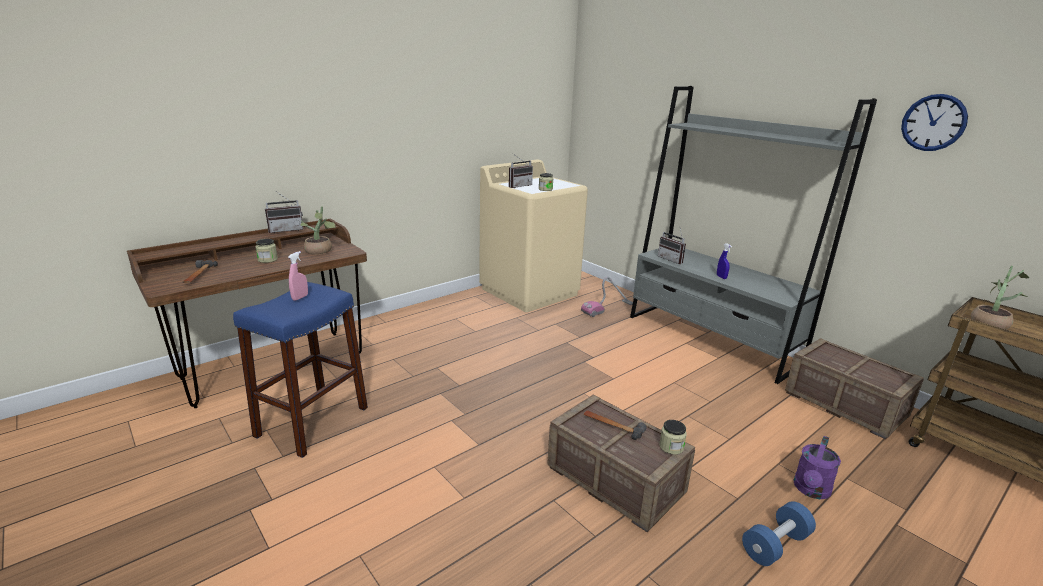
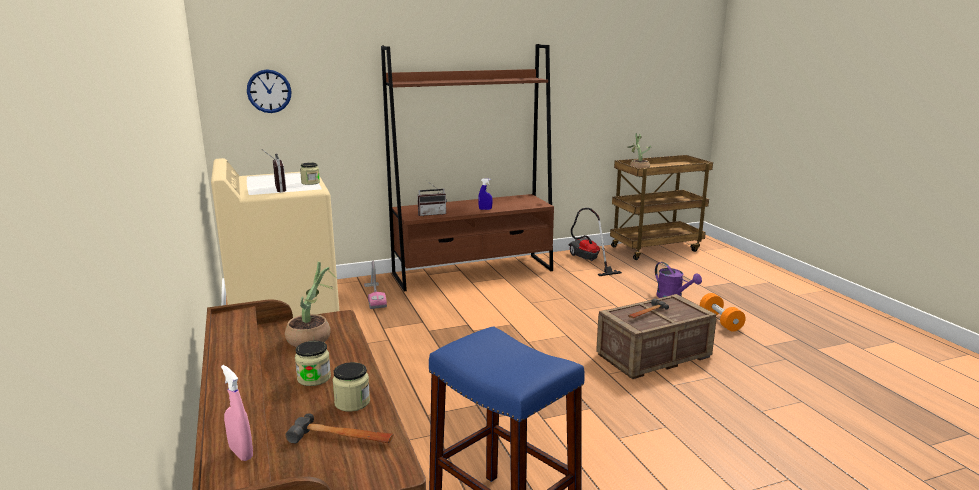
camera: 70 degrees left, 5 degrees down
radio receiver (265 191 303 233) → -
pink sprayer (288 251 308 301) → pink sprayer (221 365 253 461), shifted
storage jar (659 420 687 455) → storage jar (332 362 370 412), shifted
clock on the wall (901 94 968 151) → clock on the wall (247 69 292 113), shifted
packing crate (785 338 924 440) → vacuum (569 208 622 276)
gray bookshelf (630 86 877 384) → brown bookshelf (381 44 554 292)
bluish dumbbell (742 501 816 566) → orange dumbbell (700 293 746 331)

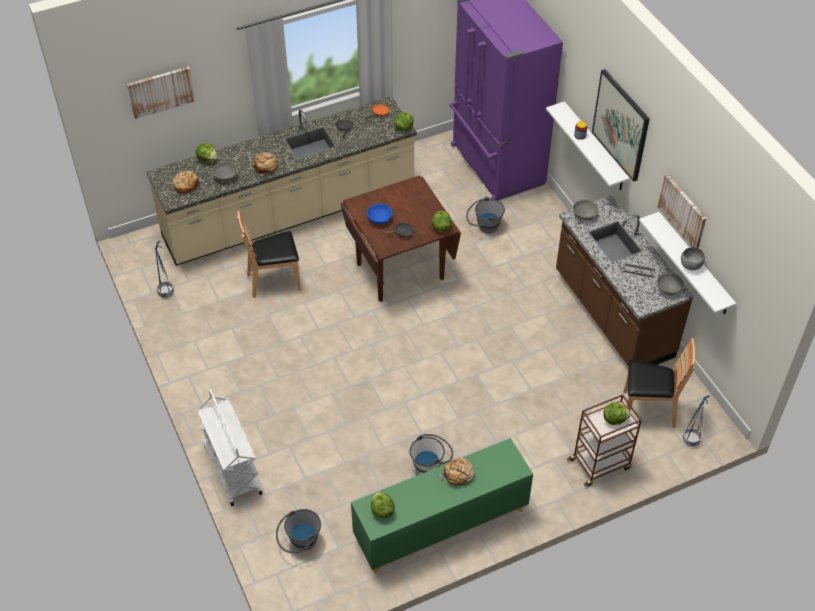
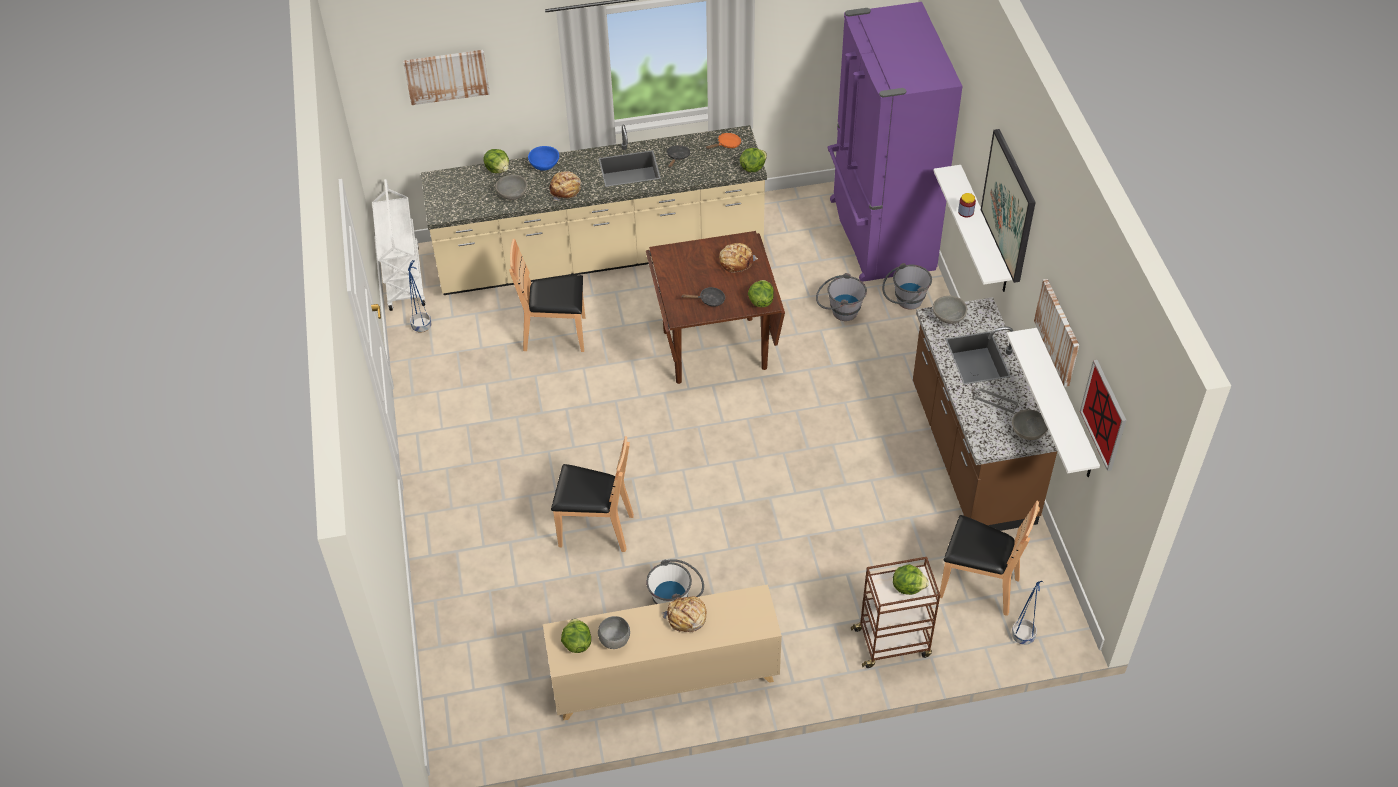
camera: 15 degrees right, 0 degrees up
- → brown chair (551 436 634 552)
- → wall art (1080 360 1126 471)
bakery bread (172 171 203 194) → bakery bread (719 243 758 273), shifted
whitish wheeled cart (197 389 262 506) → whitish wheeled cart (372 179 426 311), shifted
gray water bucket (276 509 321 553) → gray water bucket (882 263 932 310), shifted
bluish serving bowl (367 204 392 224) → bluish serving bowl (528 146 559 171), shifted
gray serving bowl (681 247 705 270) → gray serving bowl (598 616 630 649), shifted
green cabinet (351 438 533 574) → sand-coloured cabinet (543 584 782 721)

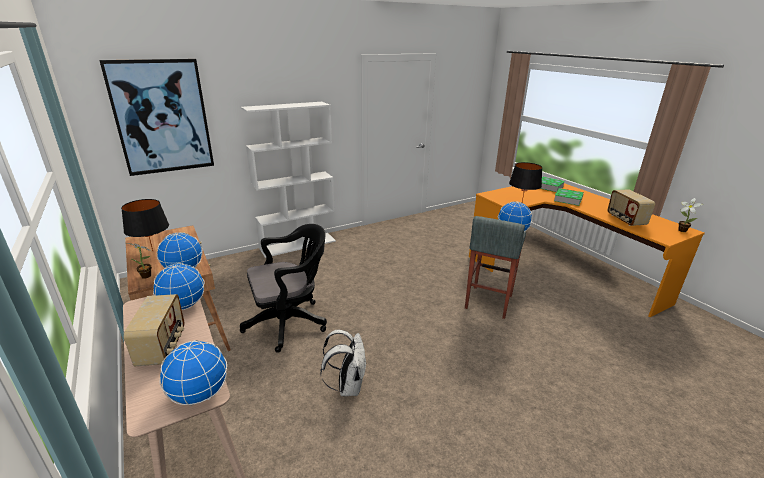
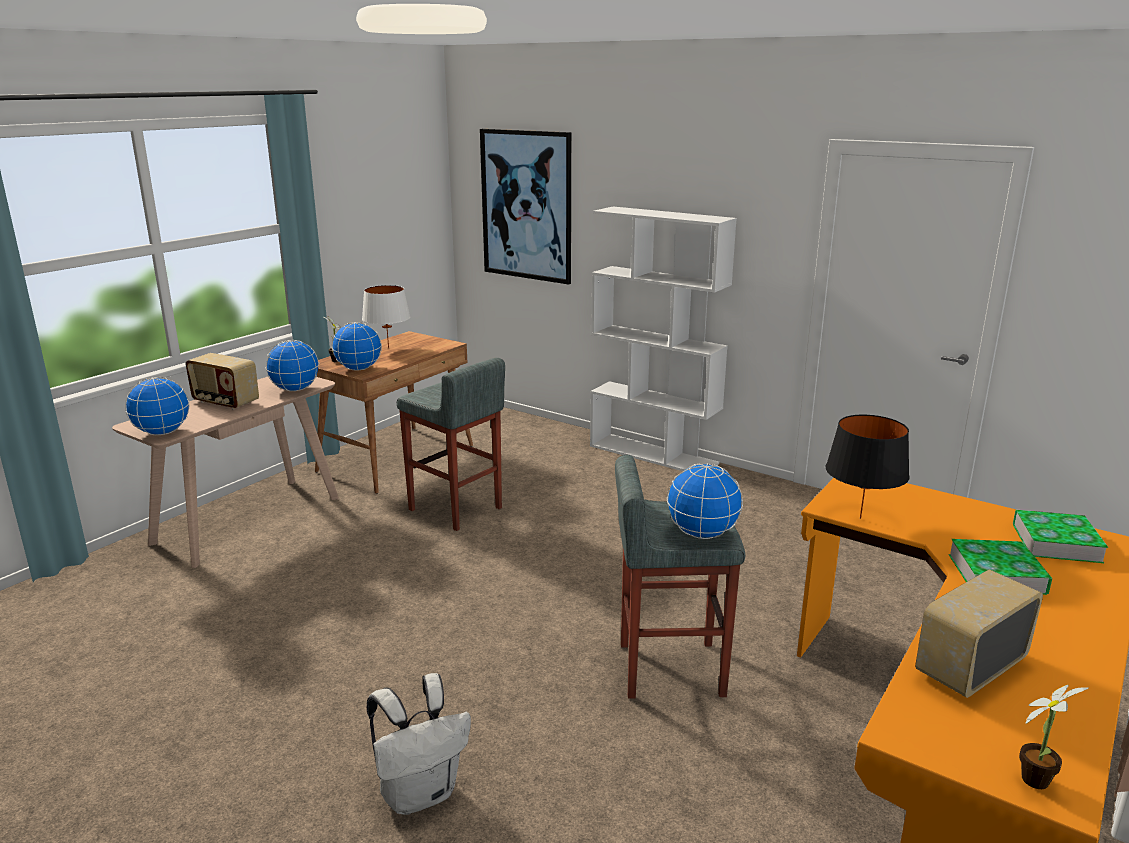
camera: 65 degrees right, 5 degrees down
whitish knapsack (320 330 367 396) → whitish knapsack (367 673 471 815), shifted
black-coloured desk chair (240 224 327 353) → gray stool seat (397 358 505 531)
black-coloured lamp for a table (121 199 169 251) → whitish lamp for a table (362 285 410 348)
radio receiver (124 294 184 366) → radio receiver (185 353 259 410), 60 degrees clockwise

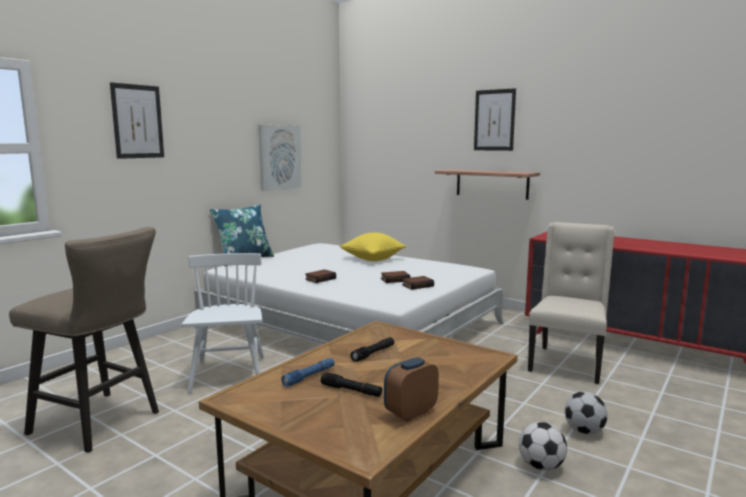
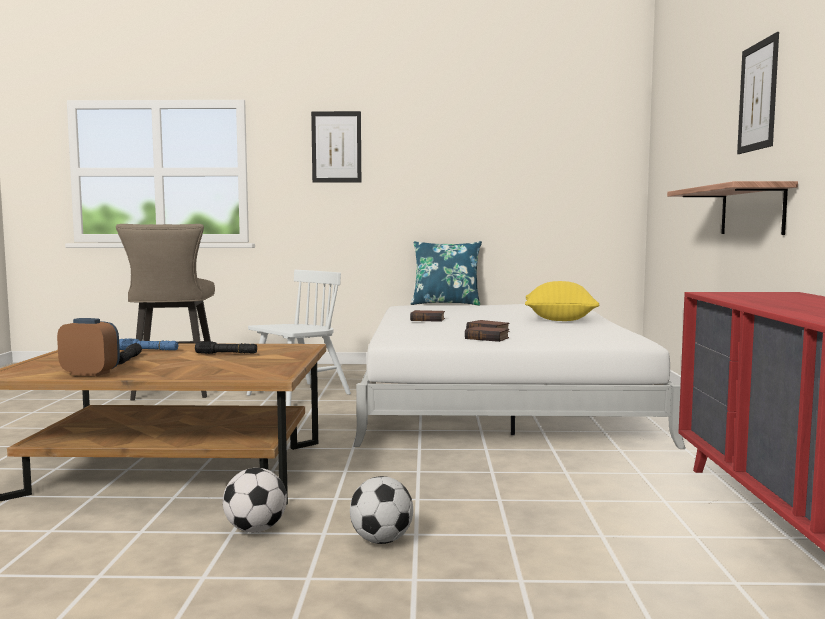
camera: 55 degrees right, 5 degrees down
wall art (258 125 302 191) → -
sand-coloured chair (528 222 615 384) → -

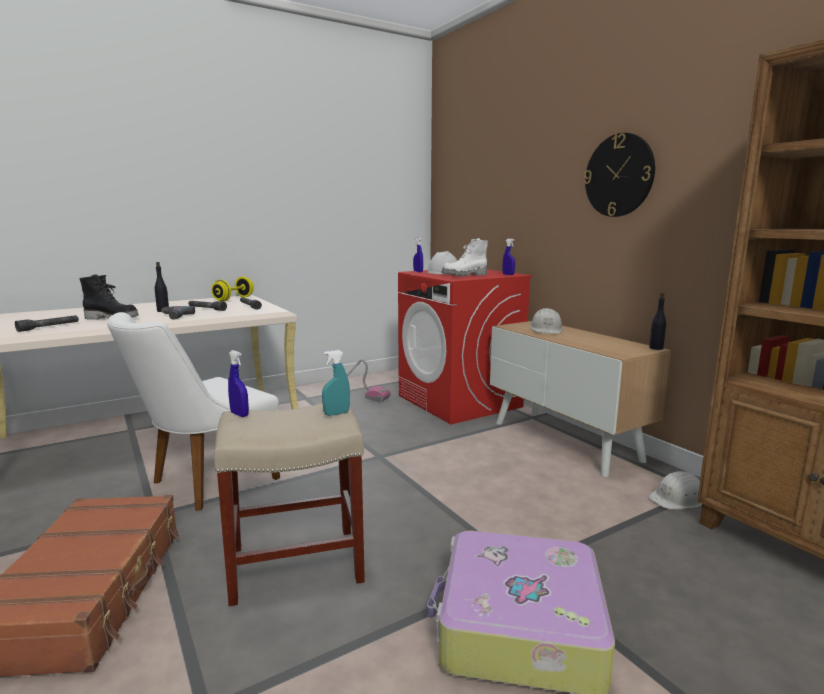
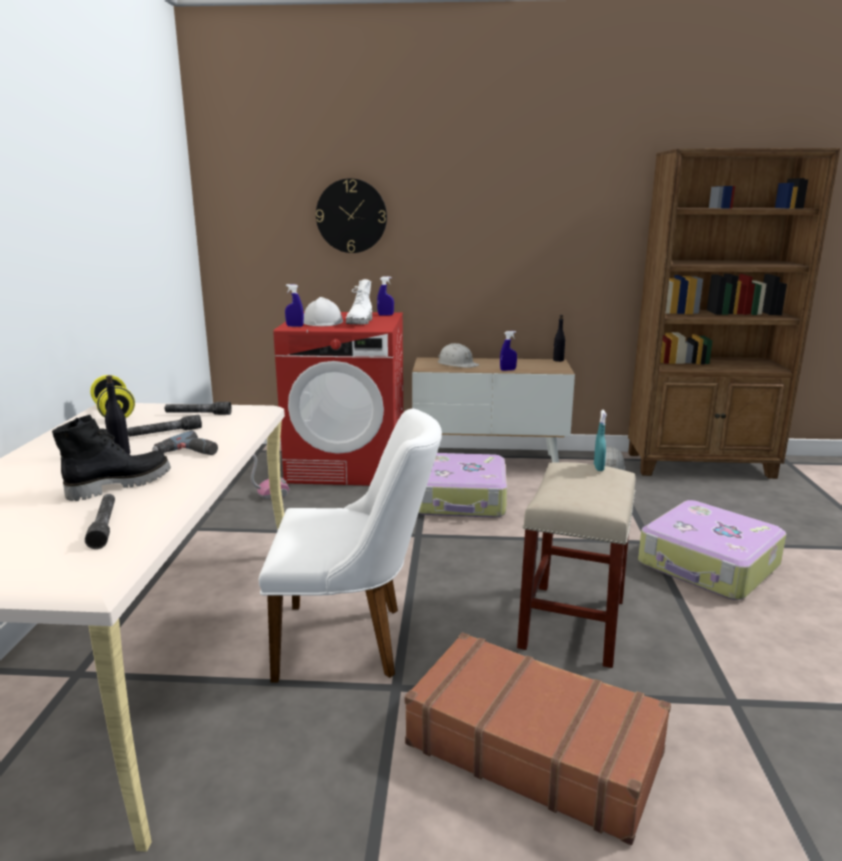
camera: 55 degrees left, 5 degrees up
- → piece of luggage (419 453 507 518)
bluish sprayer (228 350 249 417) → bluish sprayer (500 331 517 371), shifted
clock on the wall (584 133 655 217) → clock on the wall (316 178 387 253), shifted
whitish chair (107 312 280 511) → whitish chair (258 409 442 683), 75 degrees counterclockwise

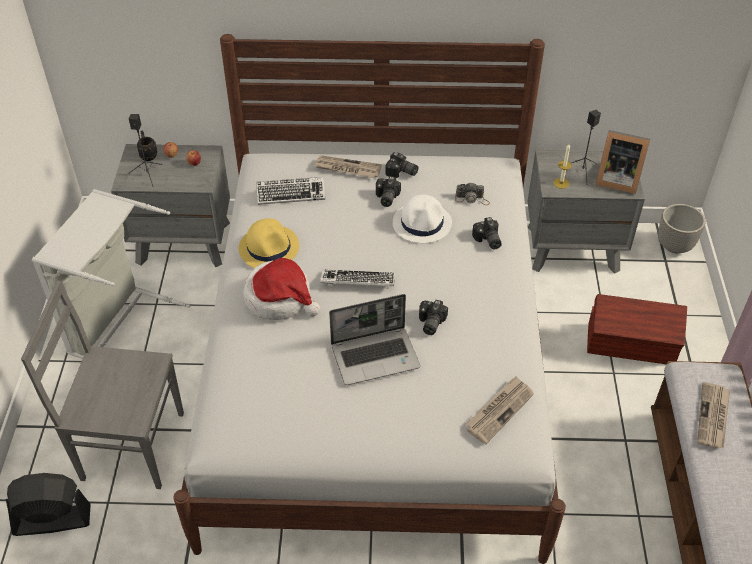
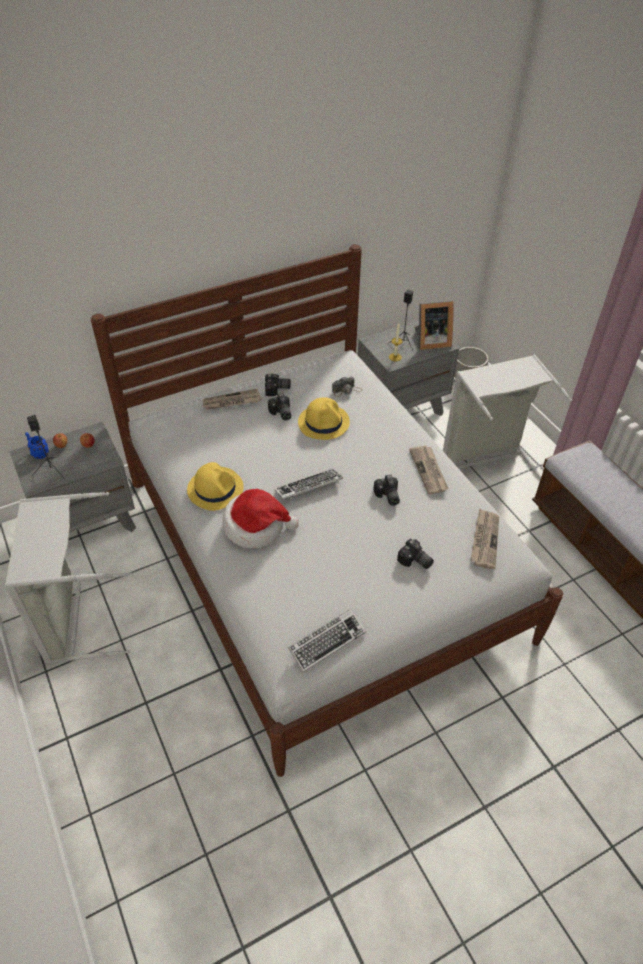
camera: 30 degrees left, 0 degrees up
black-coloured electric fan (6 473 91 536) → -
gray chair (21 281 184 489) → -
portable computer (329 294 420 385) → -
PC keyboard (256 177 325 205) → PC keyboard (288 609 366 672), shifted
photo camera (472 217 502 249) → photo camera (397 538 434 569), shifted
printed paper (697 382 730 448) → printed paper (409 446 449 494), shifted
brown storage bin (587 294 687 364) → gray washing basket (443 354 572 480)
black-coloured mug (137 131 157 161) → bluish mug (25 432 49 459)
whitish wearable hat (393 194 452 243) → yellow-coloured wearable hat (298 397 350 440)

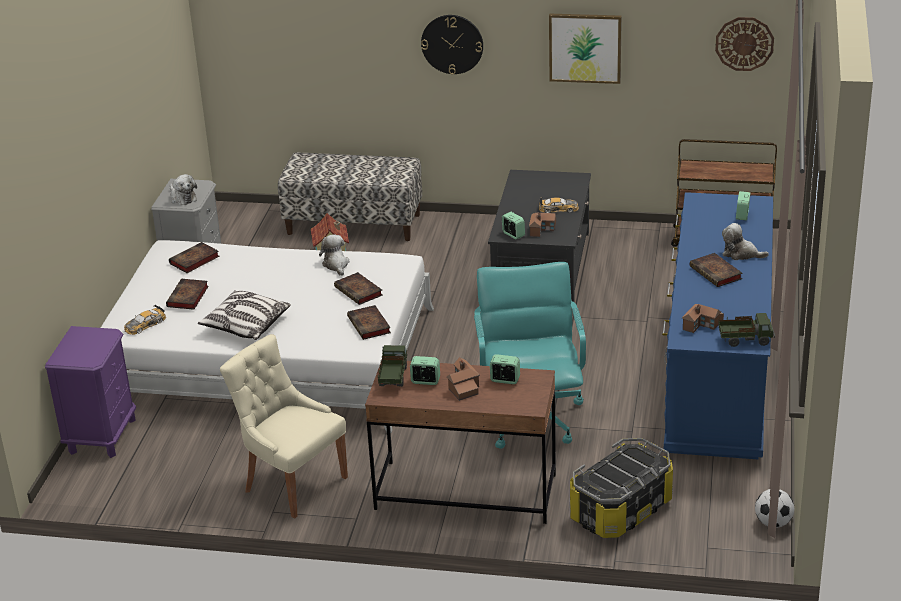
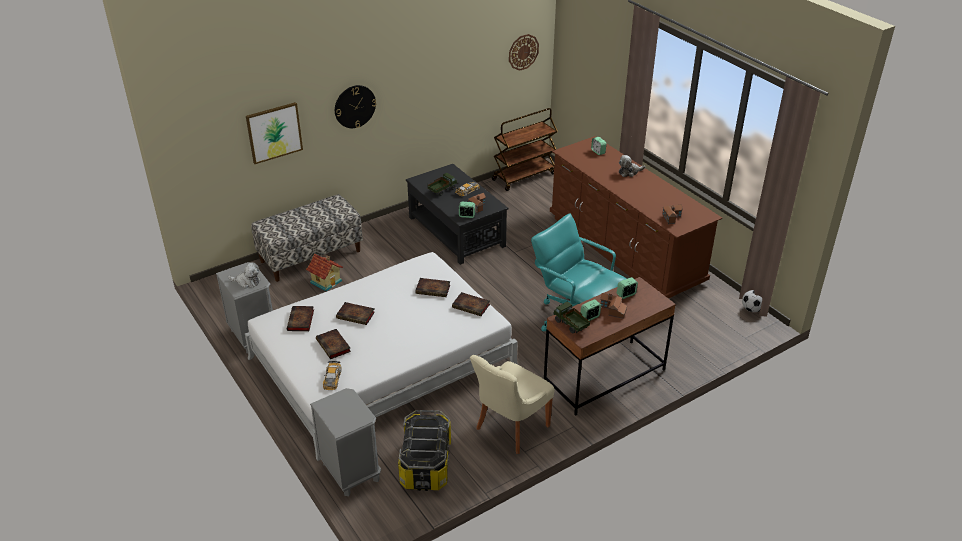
camera: 45 degrees left, 5 degrees up
cushion (198 290 291 340) → -
cuddly toy (319 235 349 276) → -
wall art (549 14 622 84) → wall art (246 102 303 164), shifted
storage bin (570 438 673 538) → storage bin (398 410 451 491), shifted
bound book (690 253 743 287) → bound book (336 302 375 325), shifted
toy lorry (718 313 775 347) → toy lorry (428 173 458 196), shifted
purplish night table (45 326 136 458) → gray night table (310 388 381 496)
bluish drawer chest (662 192 773 460) → brown drawer chest (550 136 722 298)
sand-coloured chair (220 334 348 519) → sand-coloured chair (470 355 554 454), 45 degrees counterclockwise

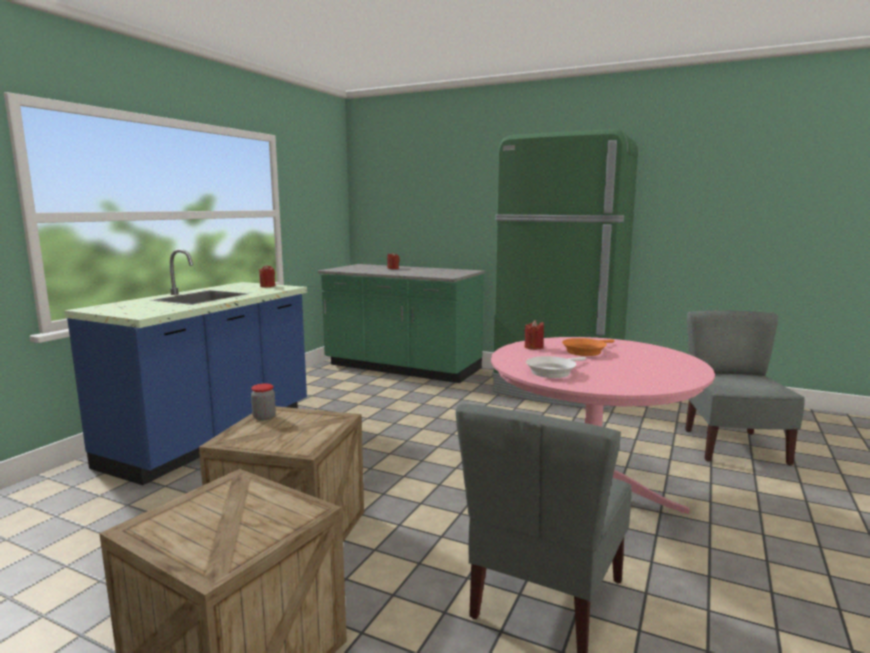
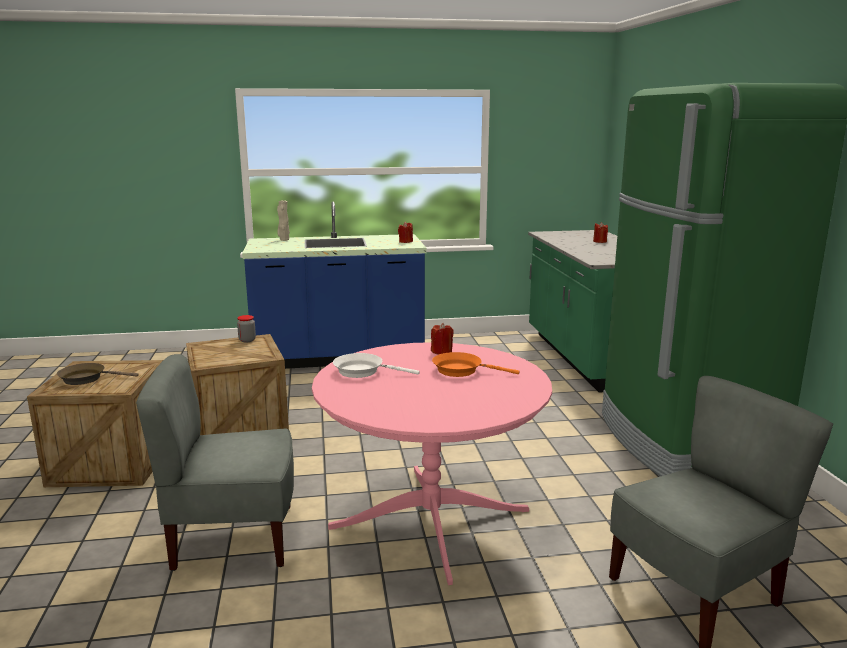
camera: 55 degrees right, 5 degrees up
- → brown skillet (57 363 138 385)
- → sand-coloured vase (277 200 290 241)

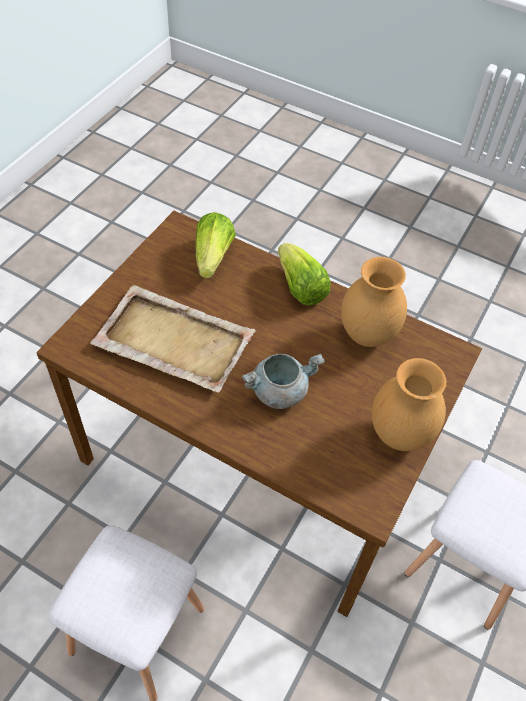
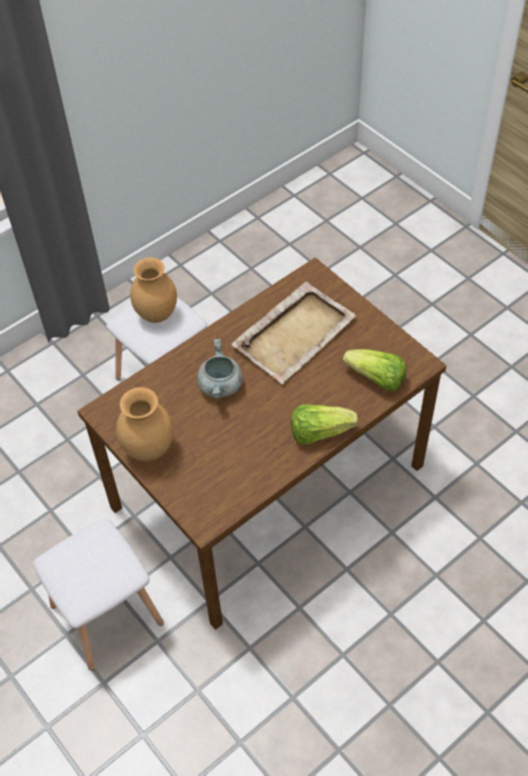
camera: 115 degrees right, 0 degrees up
brown vase (341 257 407 347) → brown vase (130 257 177 323), shifted

